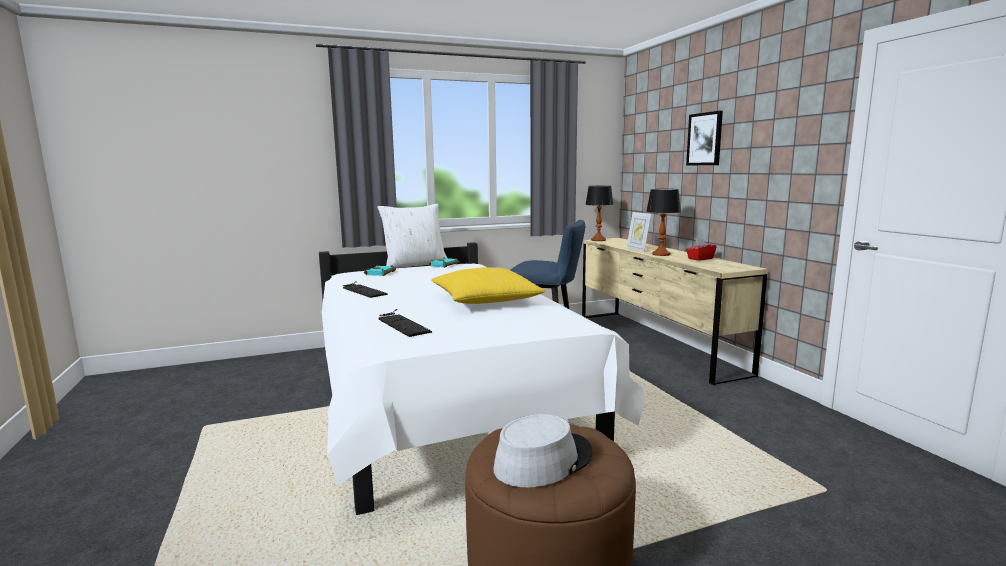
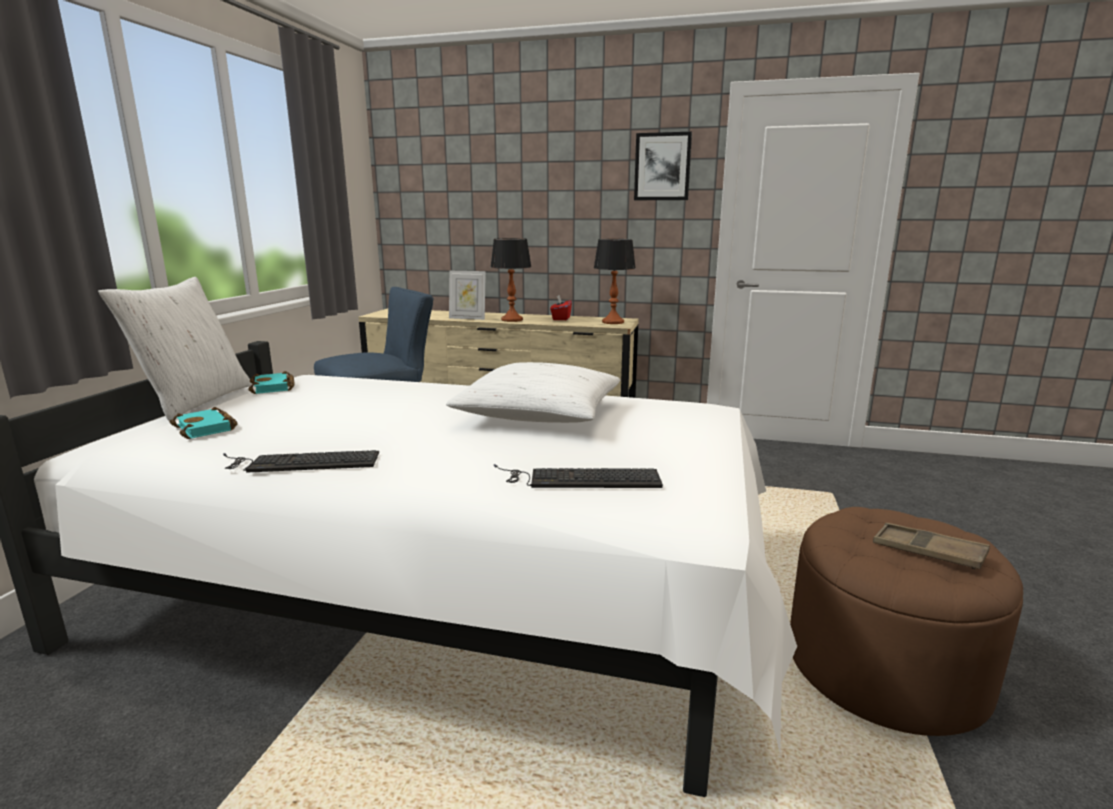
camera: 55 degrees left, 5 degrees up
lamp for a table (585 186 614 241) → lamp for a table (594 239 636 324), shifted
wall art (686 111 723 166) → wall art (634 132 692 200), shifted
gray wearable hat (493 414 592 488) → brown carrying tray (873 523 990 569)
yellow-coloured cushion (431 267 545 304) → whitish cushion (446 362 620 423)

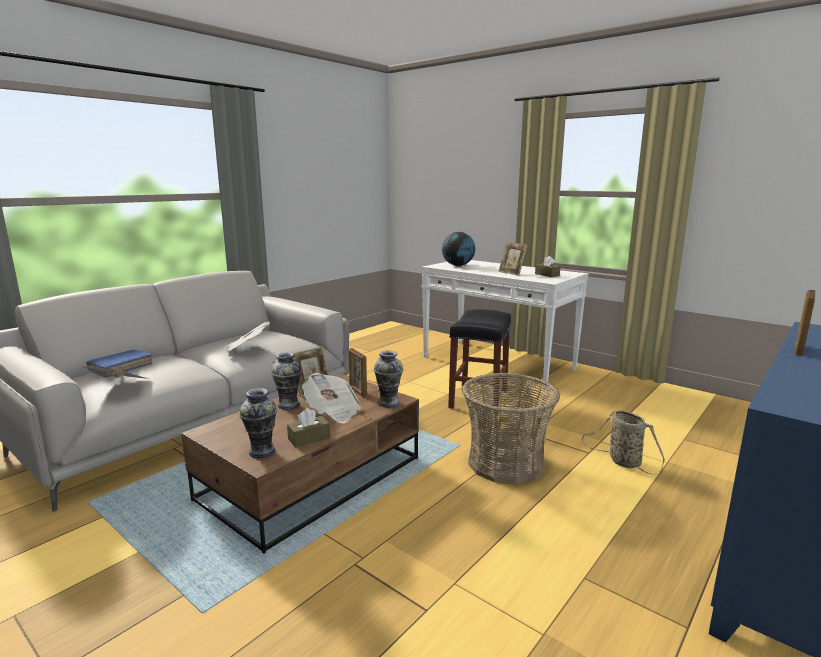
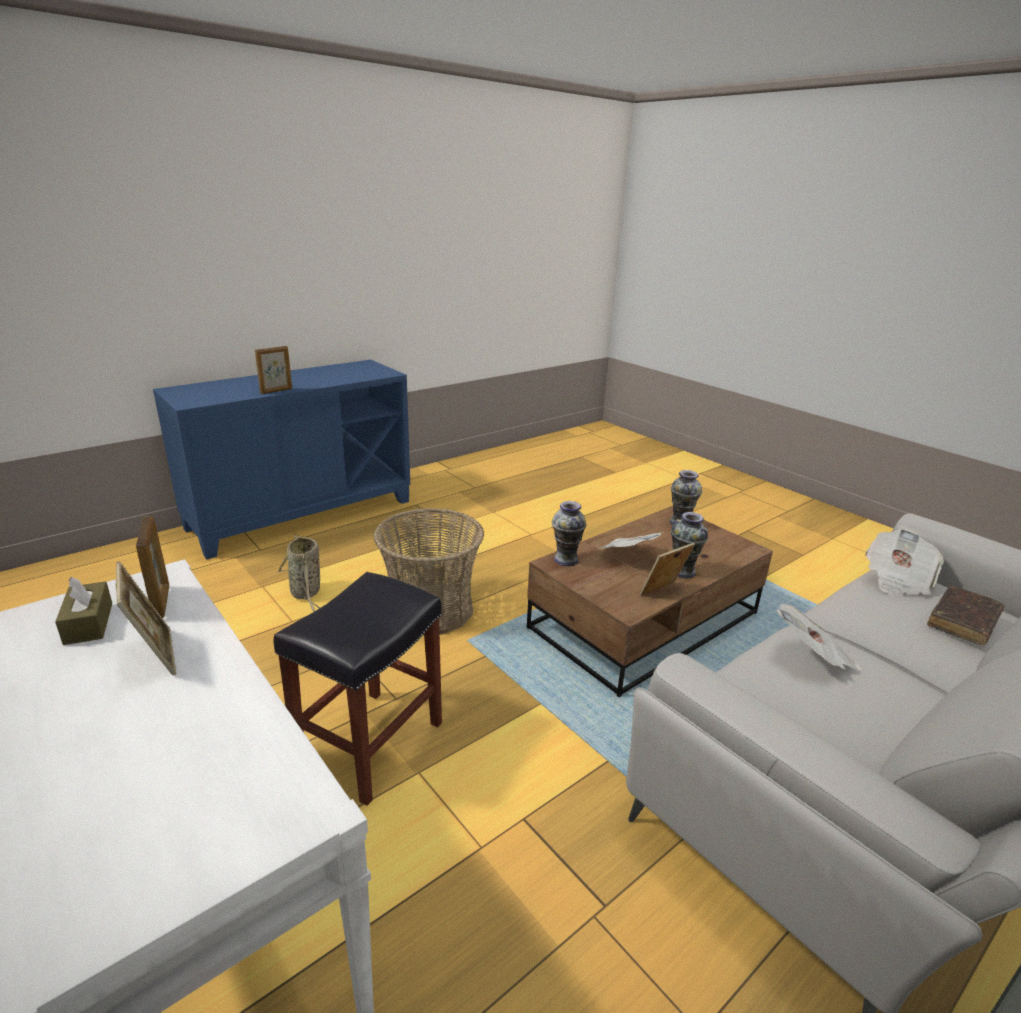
camera: 170 degrees left, 10 degrees up
brown tissue holder (287 408 330 447) → -
desk globe (442 232 475 266) → -
picture frame (349 348 367 397) → picture frame (136 516 169 618), shifted
bluish bound book (86 350 152 377) → brown bound book (927 586 1005 645)

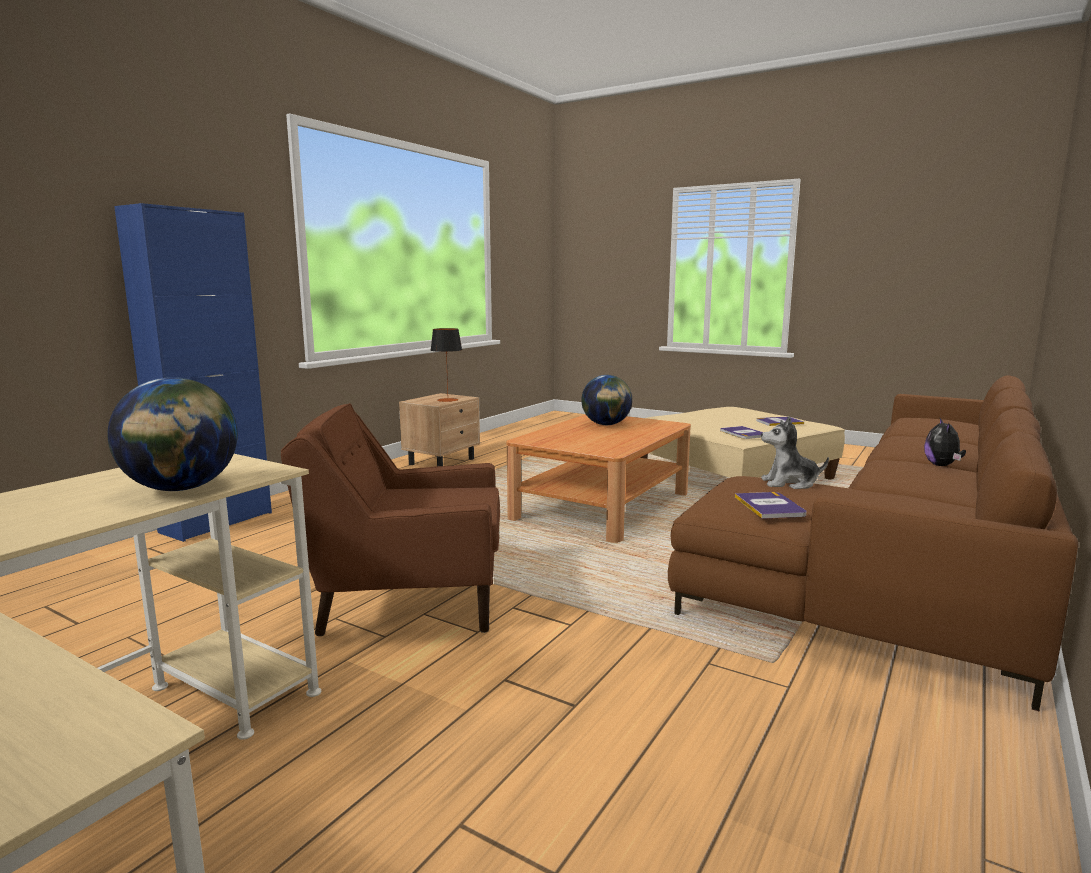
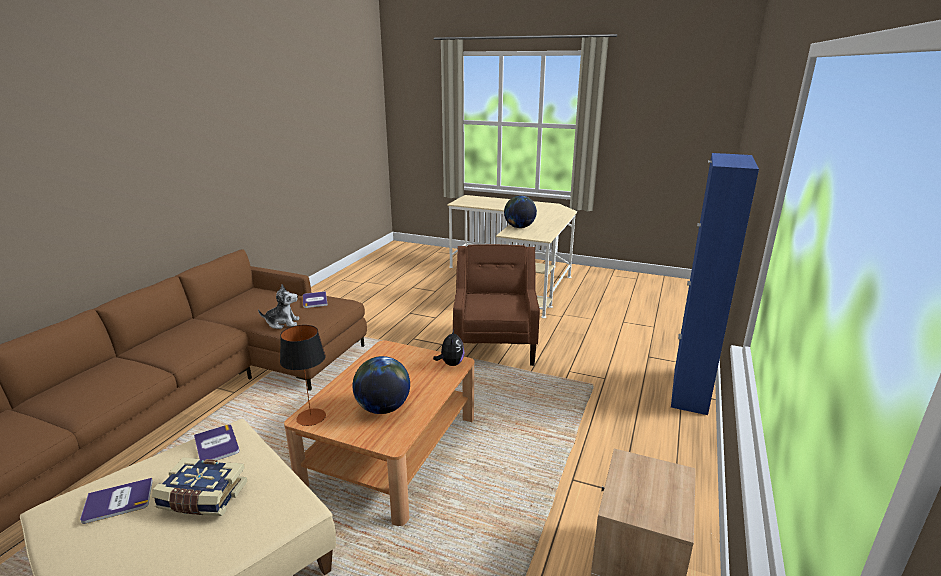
camera: 170 degrees right, 10 degrees up
- → bound book (152 457 247 516)
lamp for a table (431 328 462 402) → lamp for a table (280 325 326 426), shifted
cuddly toy (924 418 966 466) → cuddly toy (433 329 465 366), shifted
brown armchair (281 403 500 636) → brown armchair (453 244 540 366), 75 degrees counterclockwise

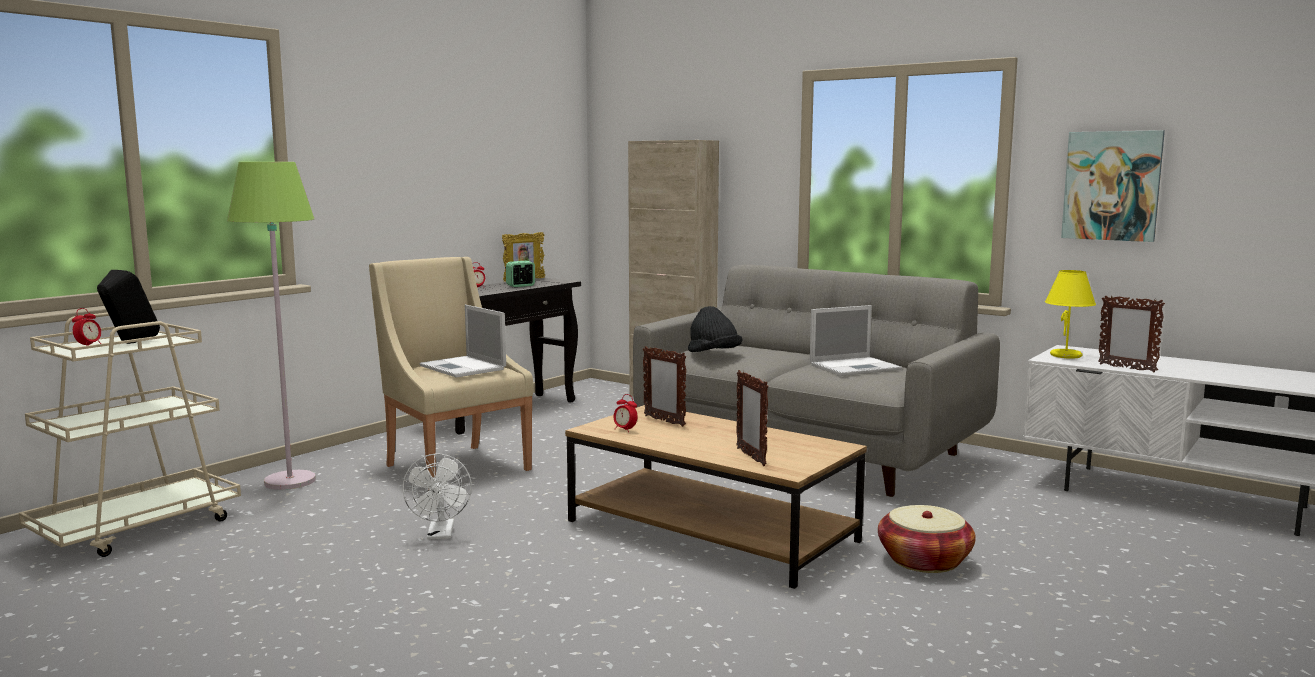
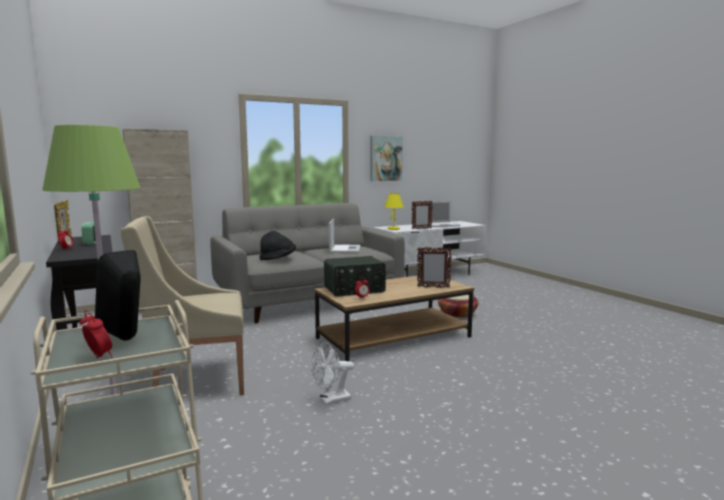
camera: 65 degrees left, 0 degrees up
portable computer (419 305 506 378) → portable computer (427 201 460 227), shifted
picture frame (643 346 686 427) → radio receiver (324 256 386 297)
whitish electric fan (402 453 472 540) → whitish electric fan (311 342 354 405), 135 degrees clockwise

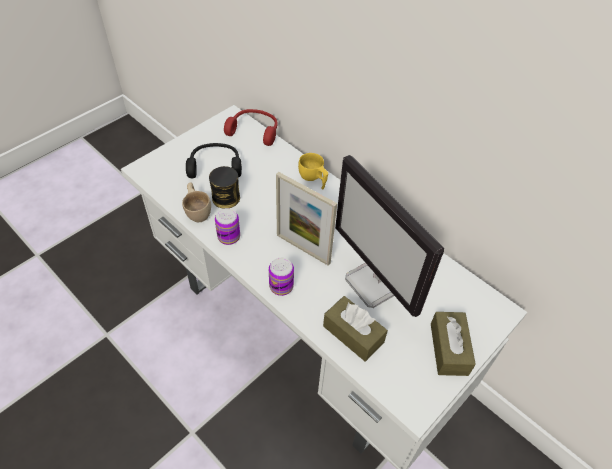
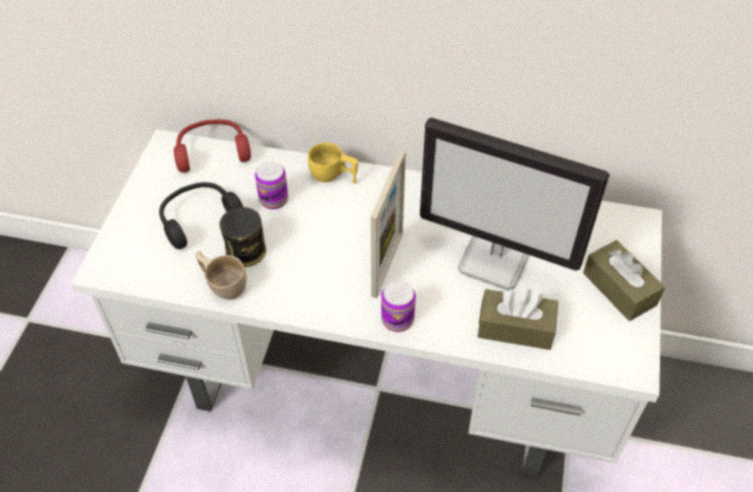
camera: 30 degrees left, 0 degrees up
can (215 208 240 245) → can (255 161 288 209), shifted
picture frame (276 172 337 266) → picture frame (371 150 406 298), 75 degrees counterclockwise

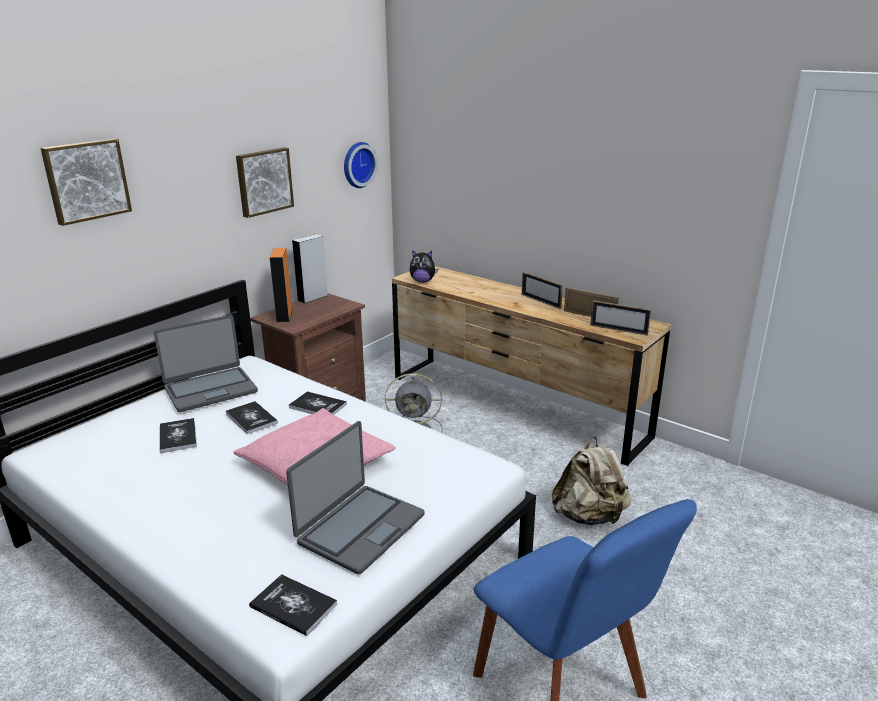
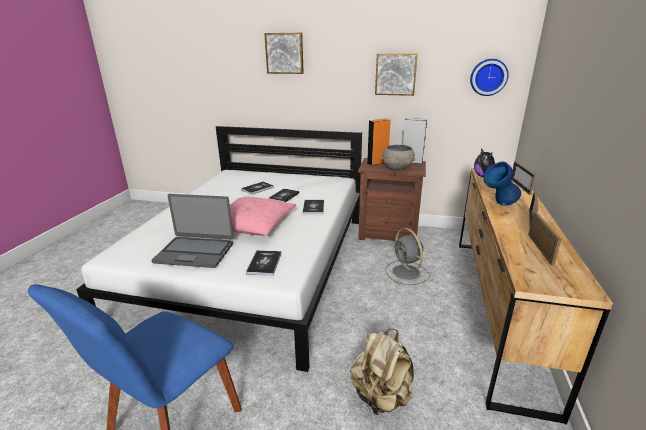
camera: 65 degrees right, 0 degrees up
portable computer (154 315 258 412) → -
- → gray serving bowl (381 145 415 170)
- → bluish vase (483 161 521 206)
bound book (249 574 337 636) → bound book (246 250 281 276), shifted
picture frame (590 300 651 335) → picture frame (512 161 536 195), shifted

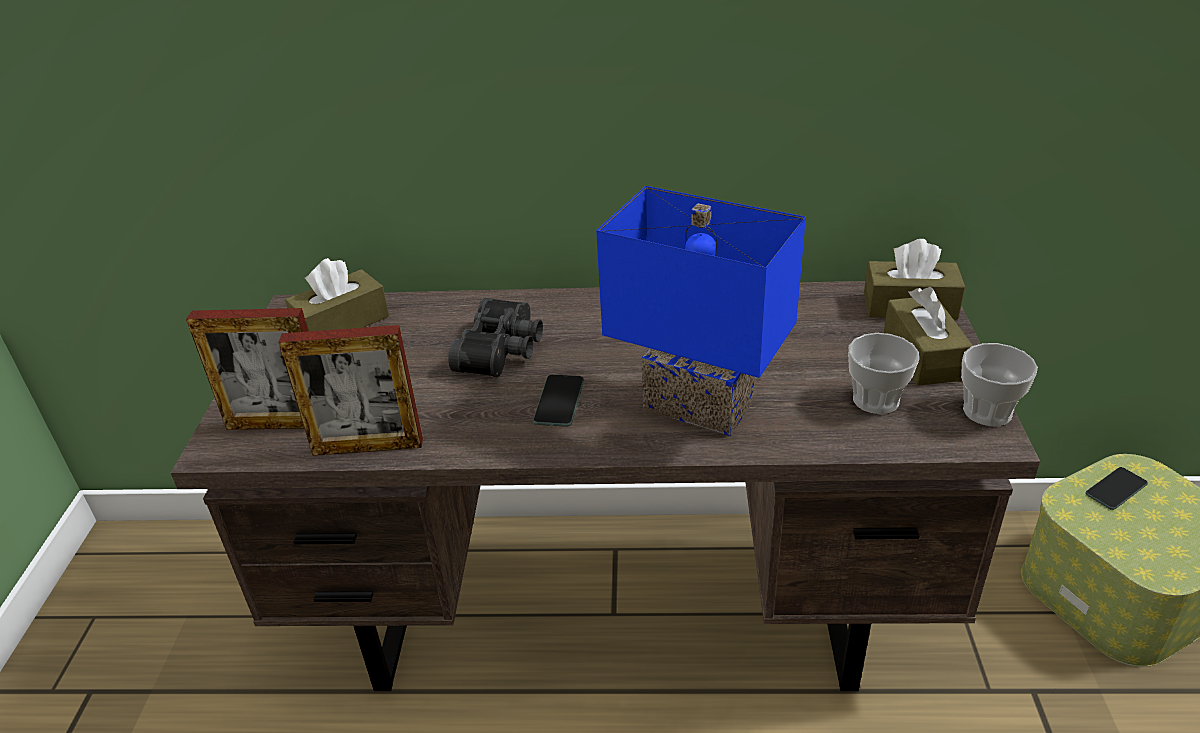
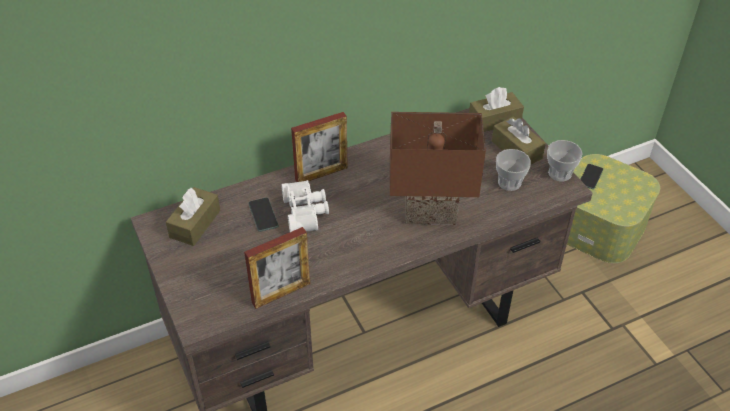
camera: 30 degrees left, 10 degrees up
picture frame (186 308 308 430) → picture frame (291 112 348 182), shifted
telephone (533 375 584 427) → telephone (249 198 278 232), shifted
black-coloured field glasses (448 298 543 377) → whitish field glasses (281 180 329 232)
bluish lamp for a table (596 186 806 436) → brown lamp for a table (390 112 486 225)

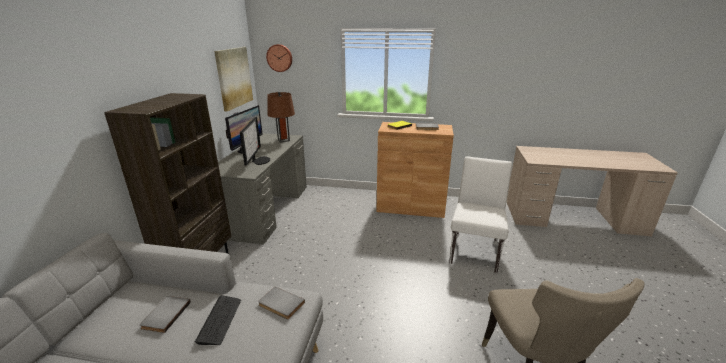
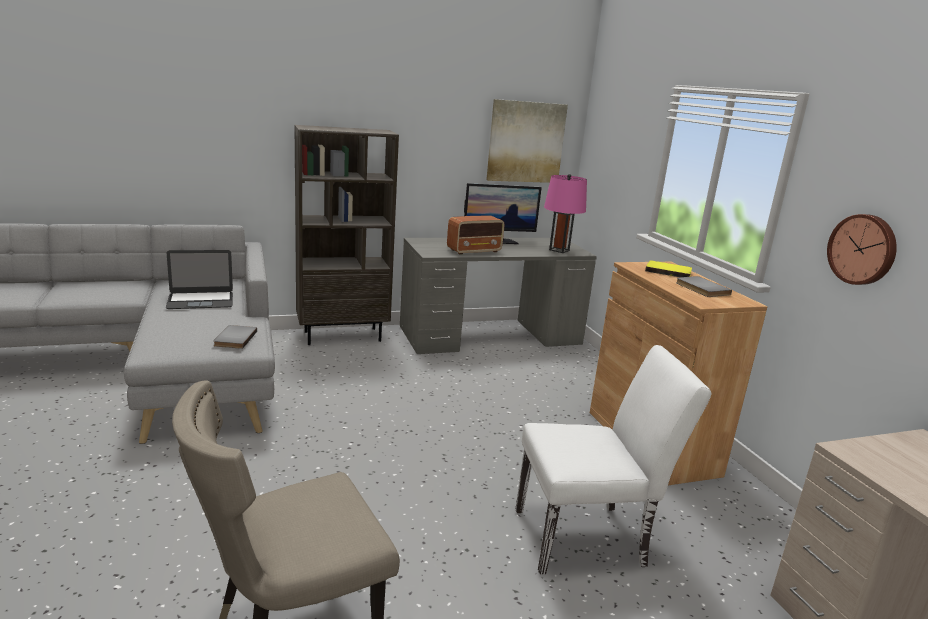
camera: 60 degrees right, 5 degrees down
PC keyboard (195 295 241 345) → -
clock on the wall (266 44 292 72) → clock on the wall (827 214 897 285), shifted
gray bound book (140 296 191 333) → portable computer (166 250 233 309)
monitor (240 117 270 165) → radio receiver (447 216 504 255)
brown lamp for a table (268 92 295 142) → pink lamp for a table (544 174 587 253)

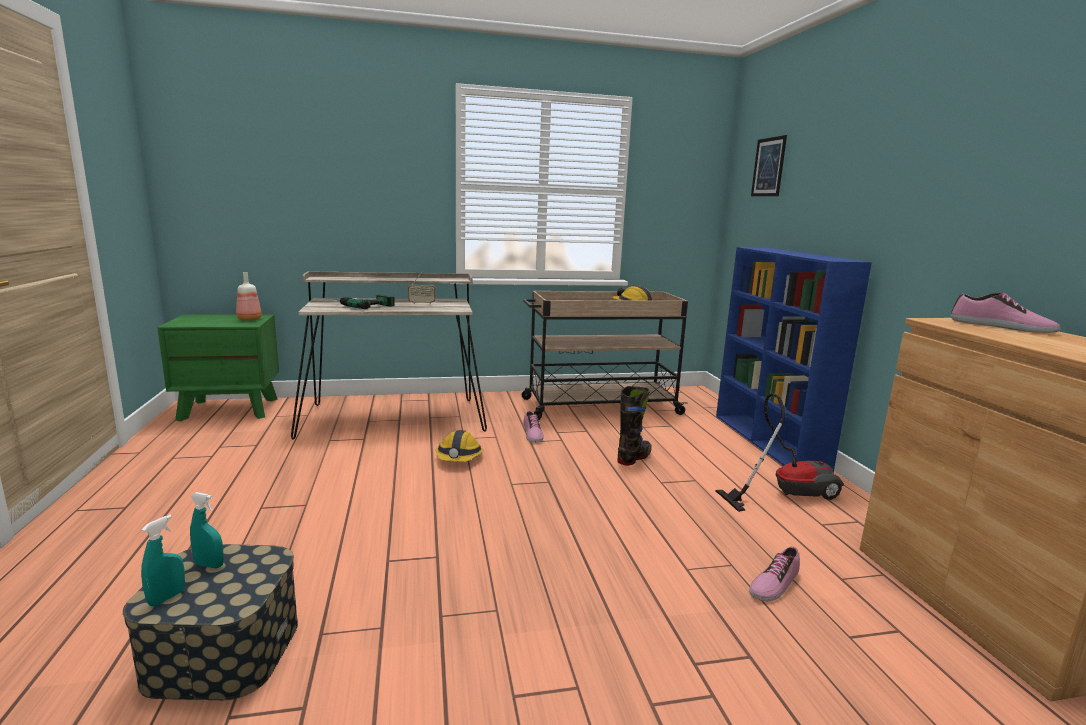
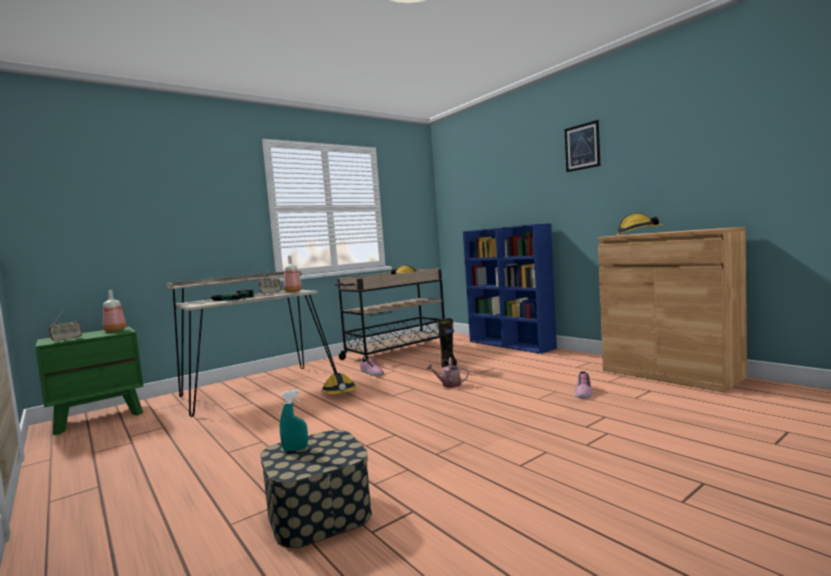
camera: 25 degrees left, 10 degrees down
turquoise-coloured sprayer (141 515 185 607) → -
vacuum (716 393 844 512) → -
- → radio receiver (49 310 82 342)
- → bottle (284 256 302 292)
- → sprinkling can (426 357 469 388)
wall art (751 135 787 196) → wall art (564 120 600 172), shifted
item of footwear (951 293 1060 333) → hard hat (617 213 663 235)

